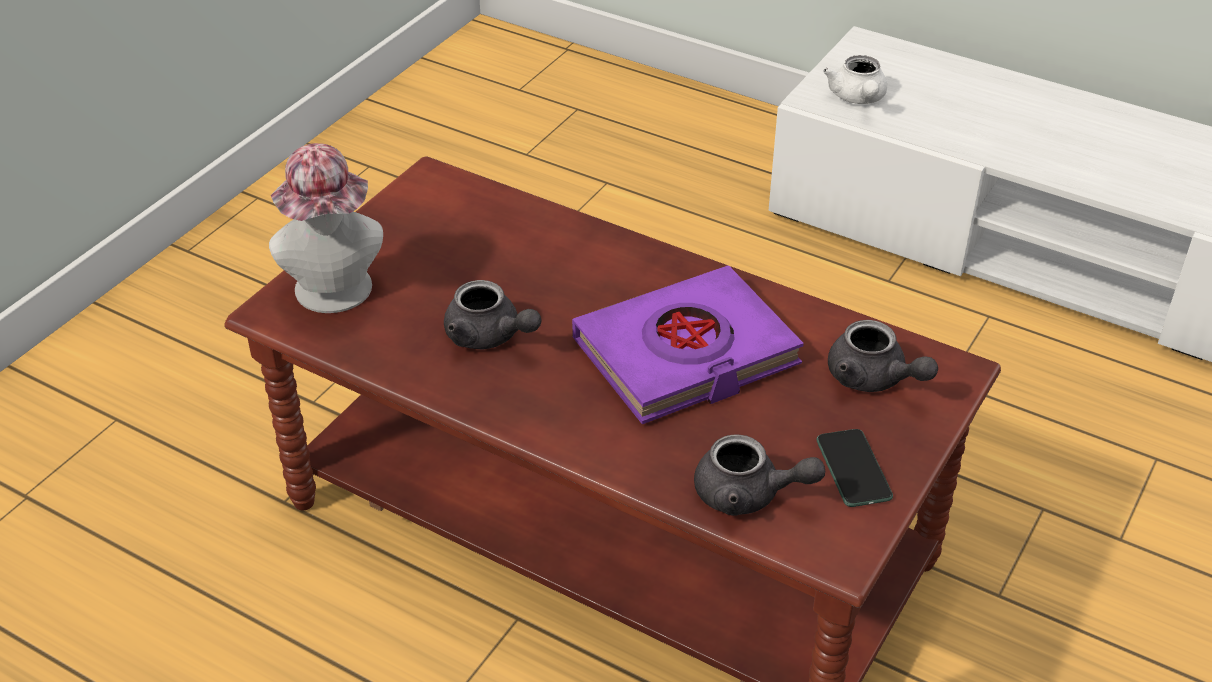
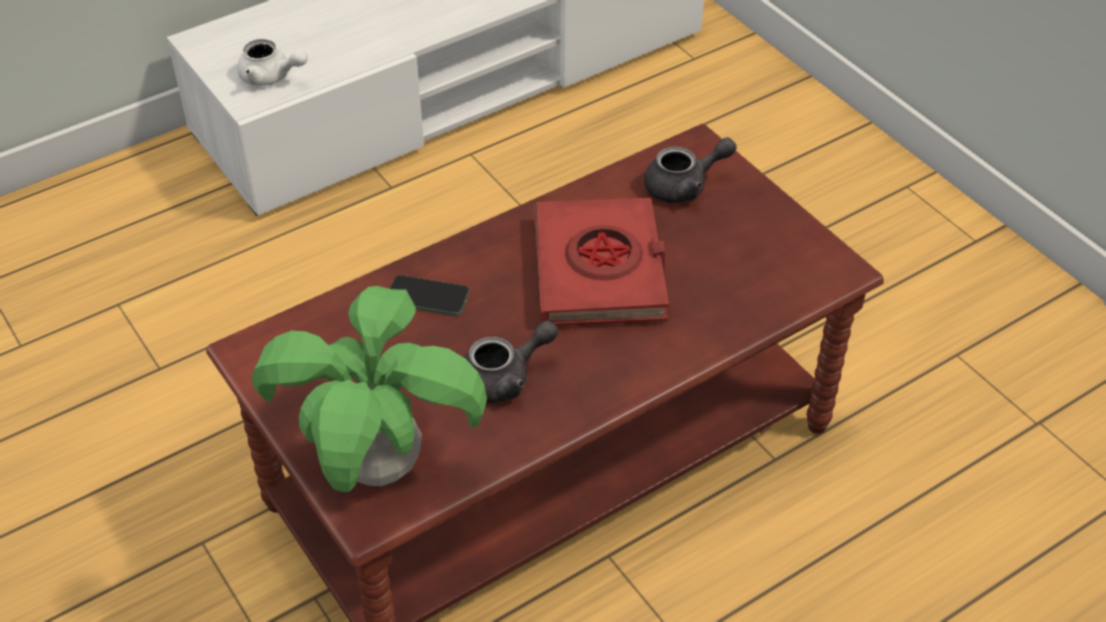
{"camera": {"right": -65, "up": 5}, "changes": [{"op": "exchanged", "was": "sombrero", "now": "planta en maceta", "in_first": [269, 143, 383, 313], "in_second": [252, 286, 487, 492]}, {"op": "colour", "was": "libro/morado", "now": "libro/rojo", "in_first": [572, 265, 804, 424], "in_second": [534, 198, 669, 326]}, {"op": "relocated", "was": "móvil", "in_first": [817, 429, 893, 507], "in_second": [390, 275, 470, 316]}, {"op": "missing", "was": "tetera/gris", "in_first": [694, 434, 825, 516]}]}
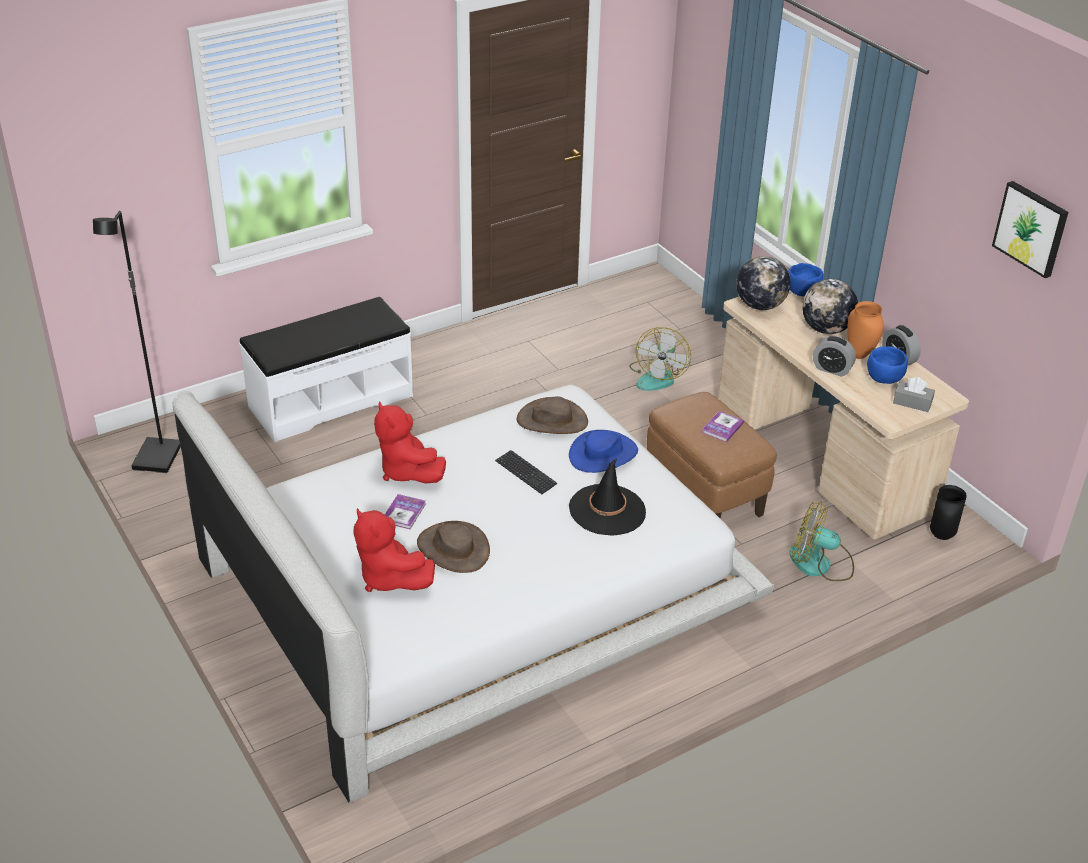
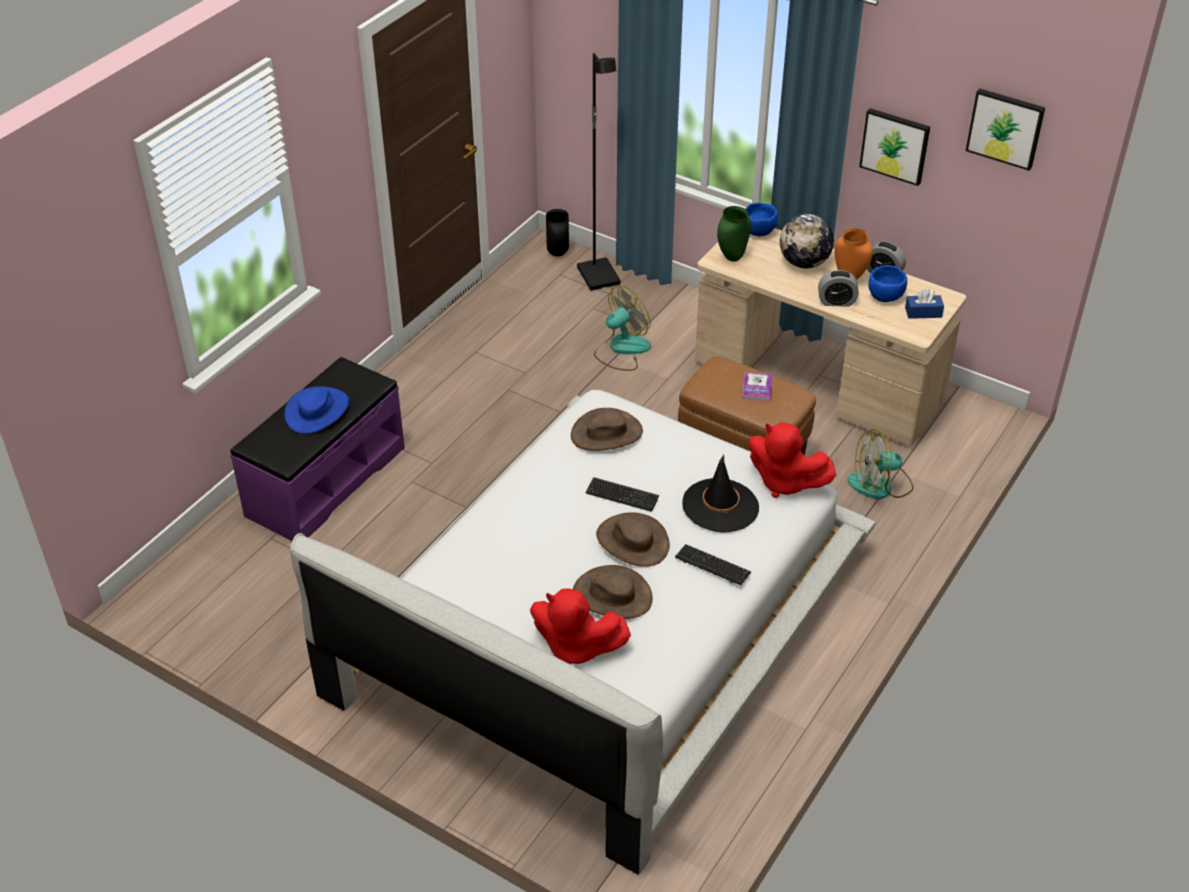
{"camera": {"right": -25, "up": 5}, "changes": [{"op": "relocated", "was": "lámpara de pie/negro", "in_first": [93, 211, 180, 473], "in_second": [577, 53, 621, 291]}, {"op": "exchanged", "was": "globo terráqueo", "now": "florero/verde", "in_first": [736, 256, 791, 310], "in_second": [717, 206, 751, 262]}, {"op": "colour", "was": "banco/blanco", "now": "banco/morado", "in_first": [239, 297, 413, 442], "in_second": [230, 357, 405, 541]}, {"op": "spun", "was": "ventilador", "in_first": [630, 327, 691, 391], "in_second": [594, 286, 651, 371], "clockwise": -120}, {"op": "colour", "was": "caja de pañuelos/gris", "now": "caja de pañuelos/azul", "in_first": [893, 377, 935, 412], "in_second": [905, 288, 944, 319]}, {"op": "relocated", "was": "peluche/rojo", "in_first": [374, 401, 446, 484], "in_second": [748, 423, 836, 498]}, {"op": "relocated", "was": "sombrero/azul", "in_first": [569, 430, 638, 473], "in_second": [285, 386, 349, 434]}, {"op": "relocated", "was": "florero/negro", "in_first": [930, 485, 967, 540], "in_second": [546, 209, 569, 256]}, {"op": "missing", "was": "libro", "in_first": [385, 494, 426, 529]}, {"op": "appeared", "now": "cuadro", "in_second": [859, 108, 930, 186]}, {"op": "appeared", "now": "sombrero/marrón", "in_second": [596, 512, 670, 567]}, {"op": "appeared", "now": "teclado", "in_second": [675, 544, 751, 585]}]}
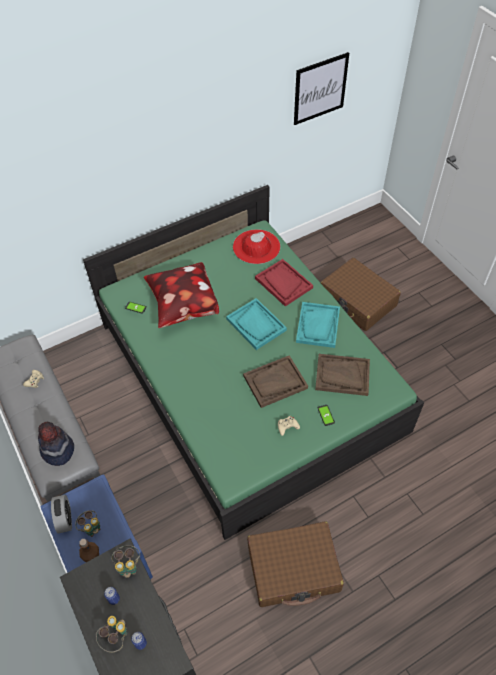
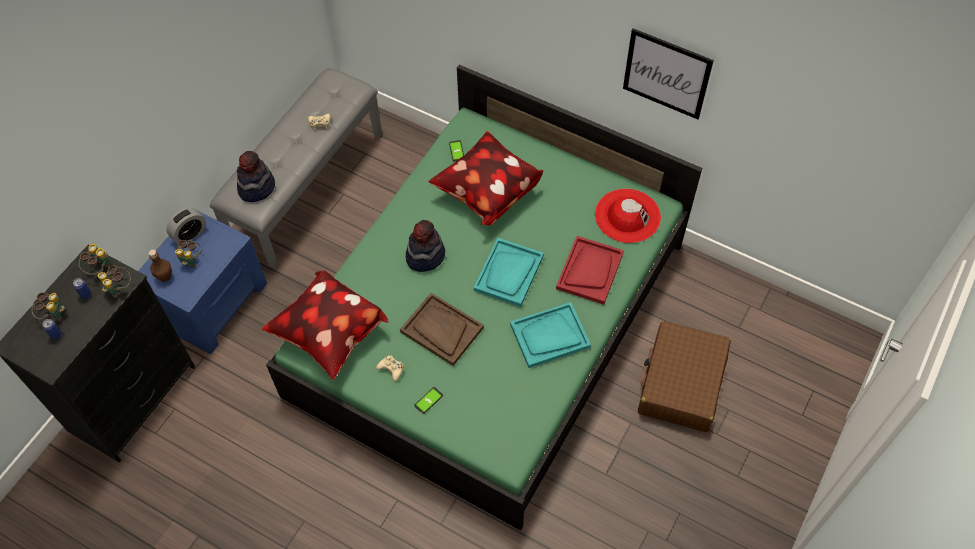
{"camera": {"right": 60, "up": 5}, "changes": [{"op": "relocated", "was": "cuadro", "in_first": [294, 52, 349, 125], "in_second": [623, 28, 714, 119]}, {"op": "missing", "was": "bandeja/marrón", "in_first": [315, 354, 370, 396]}, {"op": "missing", "was": "maleta/marrón", "in_first": [247, 521, 344, 607]}, {"op": "appeared", "now": "sombrero", "in_second": [406, 220, 445, 272]}, {"op": "appeared", "now": "prismáticos", "in_second": [79, 244, 111, 275]}, {"op": "appeared", "now": "cojín", "in_second": [262, 270, 389, 380]}]}
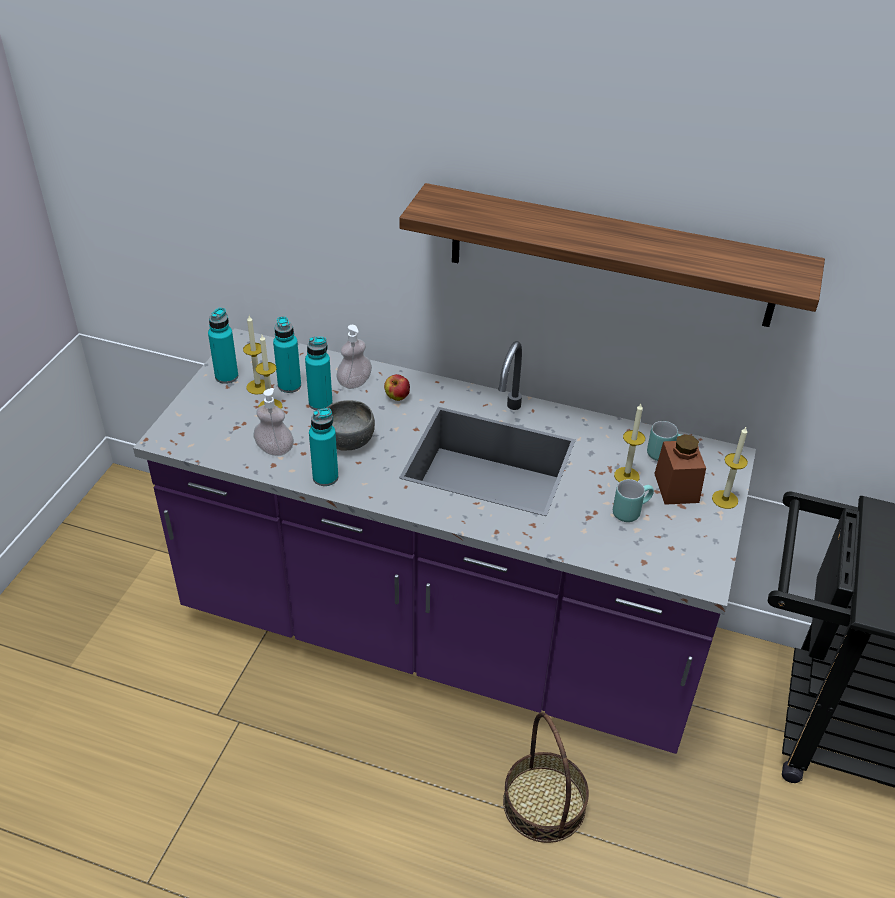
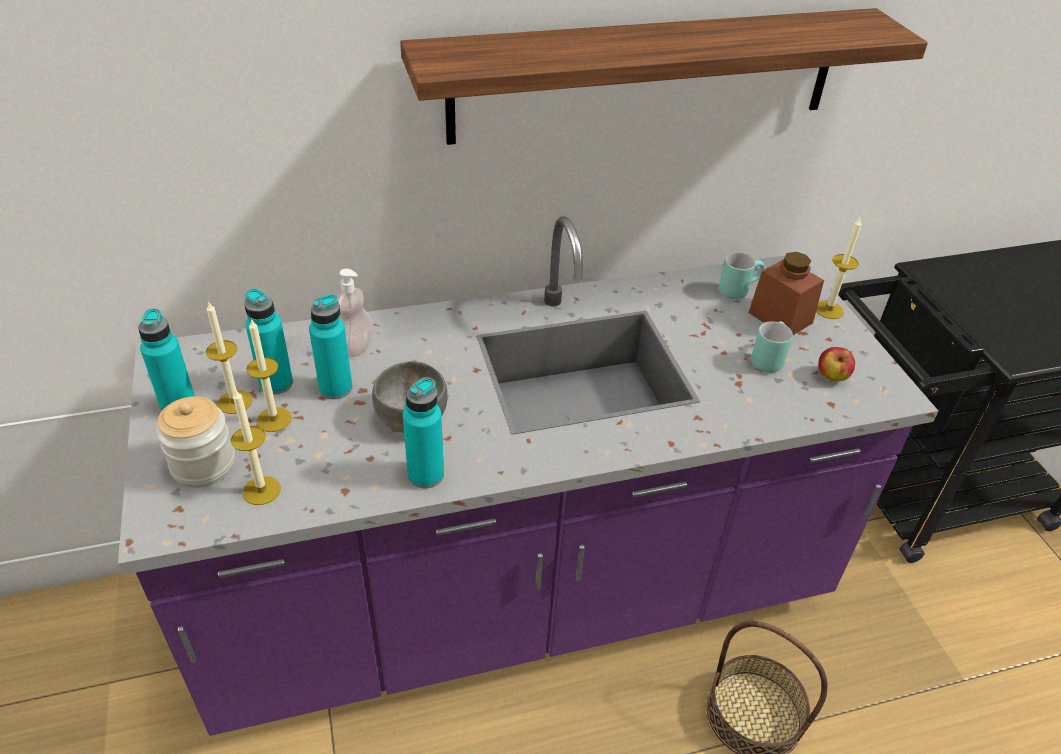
{"camera": {"right": -35, "up": 0}, "changes": [{"op": "relocated", "was": "manzana", "in_first": [384, 374, 410, 401], "in_second": [818, 347, 855, 381]}, {"op": "missing", "was": "dispensador de jabón", "in_first": [253, 388, 294, 456]}, {"op": "relocated", "was": "vela", "in_first": [614, 404, 645, 482], "in_second": [231, 388, 281, 505]}, {"op": "appeared", "now": "tarro", "in_second": [156, 396, 235, 488]}]}
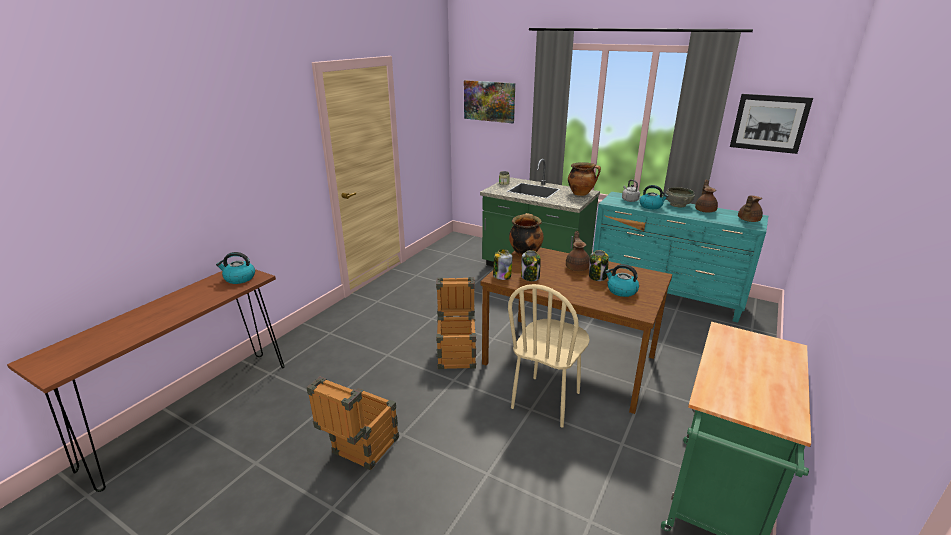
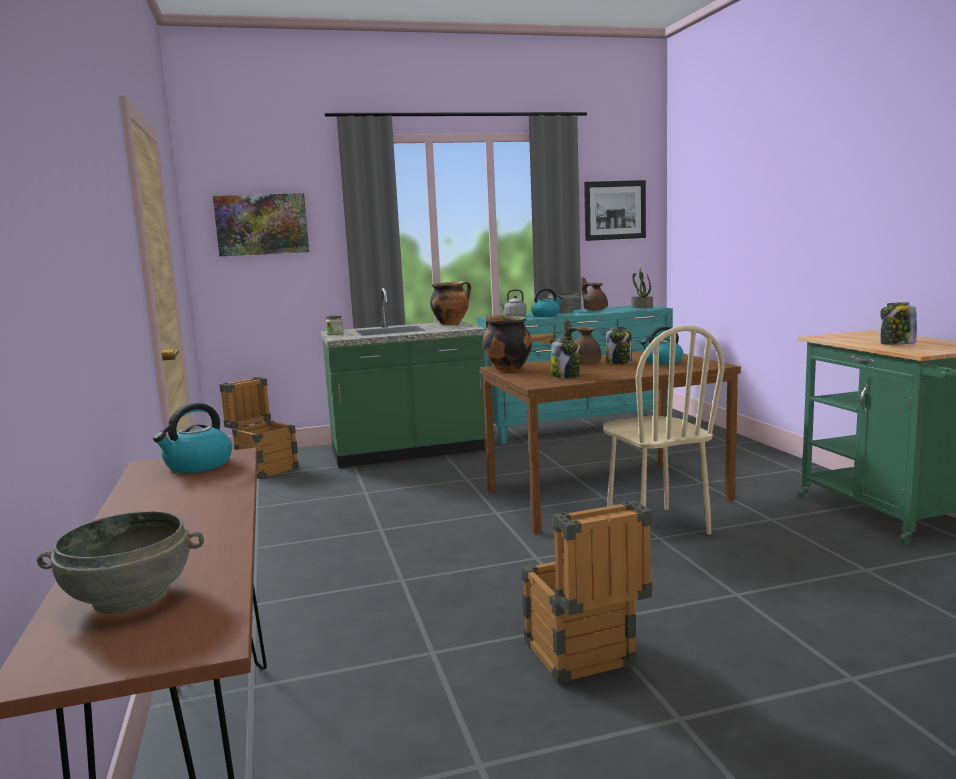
{"camera": {"right": -45, "up": -15}, "changes": [{"op": "exchanged", "was": "tetera/marrón", "now": "planta en maceta", "in_first": [738, 195, 763, 222], "in_second": [631, 268, 653, 308]}, {"op": "relocated", "was": "tarro", "in_first": [493, 249, 513, 280], "in_second": [880, 302, 917, 344]}, {"op": "relocated", "was": "caja de embalaje", "in_first": [436, 277, 477, 369], "in_second": [219, 377, 299, 479]}, {"op": "appeared", "now": "cuenco/gris", "in_second": [37, 511, 204, 614]}]}
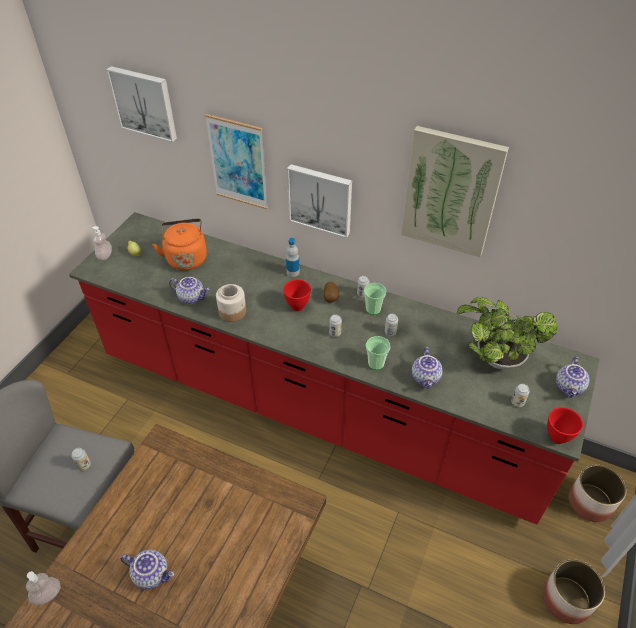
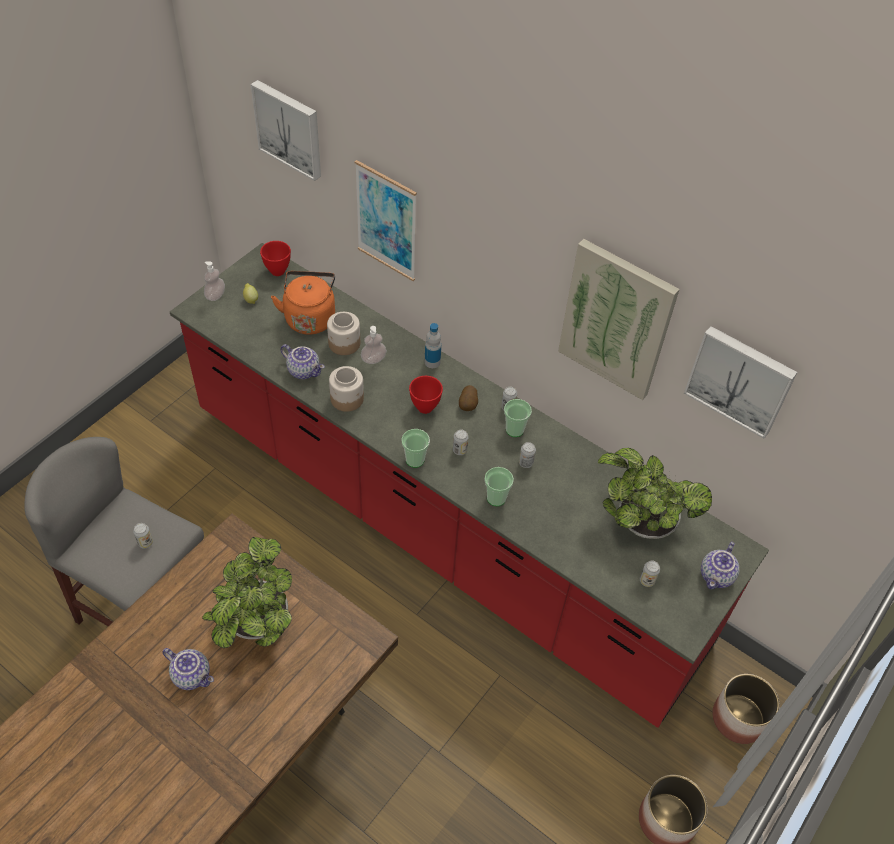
{"camera": {"right": 10, "up": 5}, "changes": [{"op": "relocated", "was": "cuadro", "in_first": [287, 164, 352, 238], "in_second": [684, 326, 797, 439]}, {"op": "missing", "was": "tetera", "in_first": [412, 347, 443, 389]}, {"op": "relocated", "was": "cuenco/rojo", "in_first": [547, 407, 583, 444], "in_second": [260, 241, 291, 276]}, {"op": "relocated", "was": "dispensador de jabón", "in_first": [26, 571, 61, 605], "in_second": [361, 326, 387, 364]}, {"op": "appeared", "now": "tarro", "in_second": [327, 312, 360, 355]}, {"op": "appeared", "now": "taza", "in_second": [401, 429, 430, 468]}, {"op": "appeared", "now": "planta en maceta", "in_second": [202, 537, 292, 648]}]}
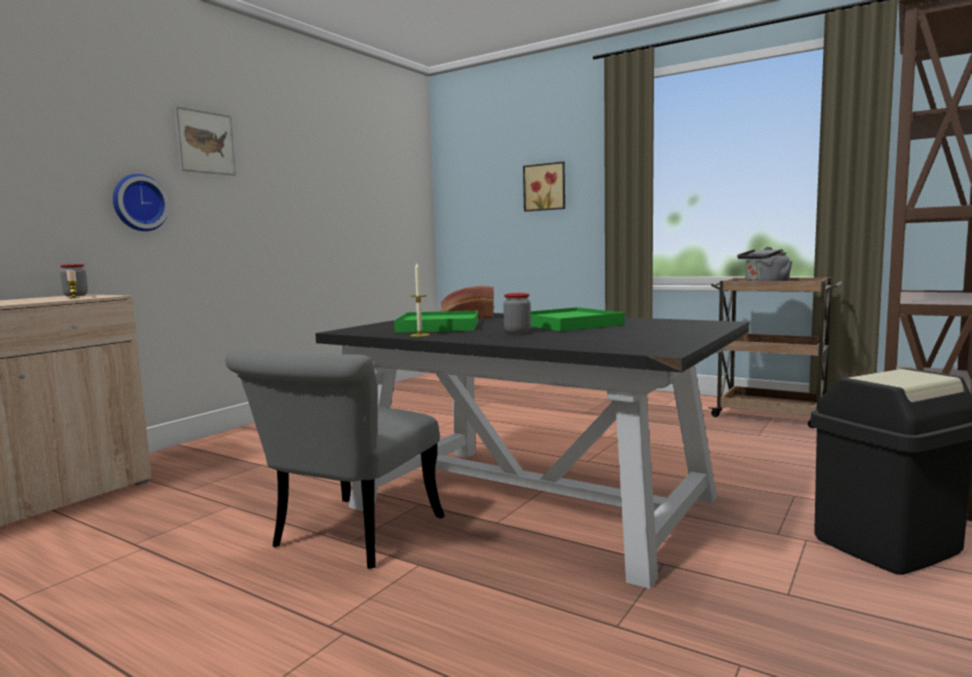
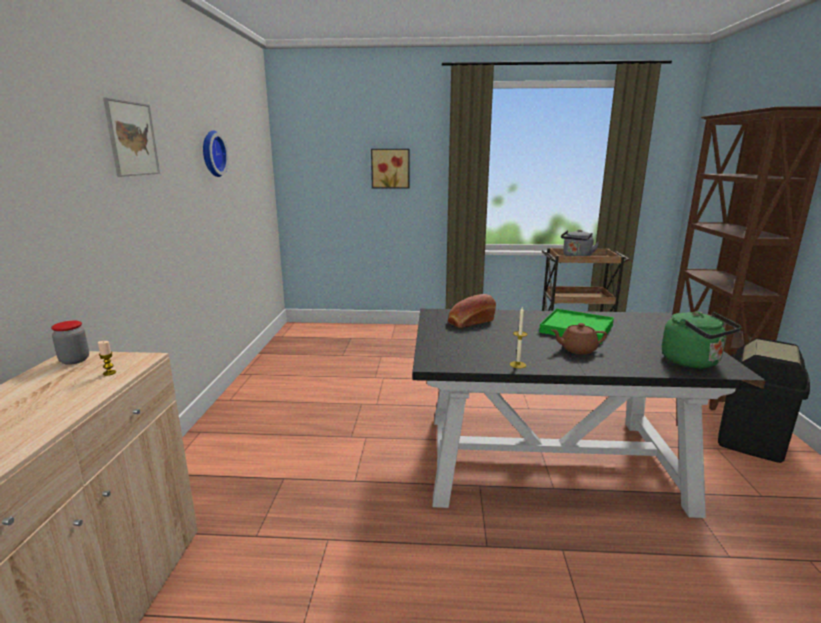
{"camera": {"right": -30, "up": 10}, "changes": [{"op": "relocated", "was": "reloj de pared", "in_first": [113, 174, 169, 231], "in_second": [203, 131, 229, 177]}, {"op": "exchanged", "was": "tarro", "now": "tetera/marrón", "in_first": [503, 293, 531, 334], "in_second": [551, 323, 607, 354]}, {"op": "missing", "was": "bandeja/verde", "in_first": [394, 311, 478, 333]}, {"op": "missing", "was": "silla/gris", "in_first": [225, 349, 445, 569]}, {"op": "appeared", "now": "hervidor/verde", "in_second": [662, 311, 741, 368]}]}
